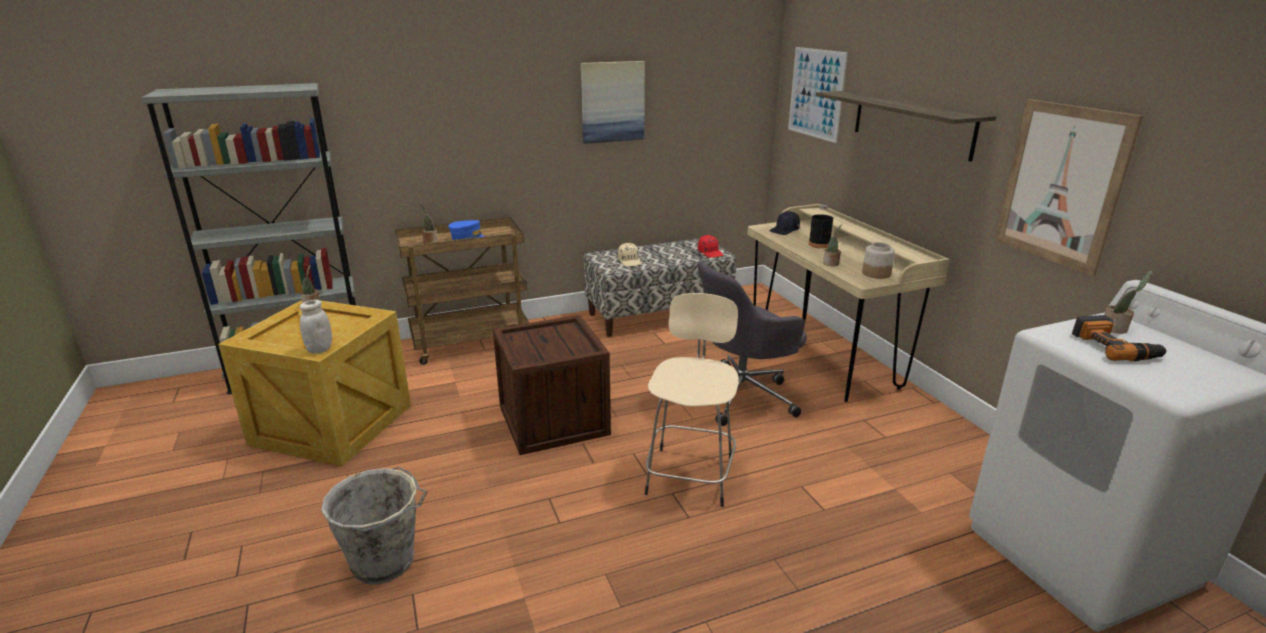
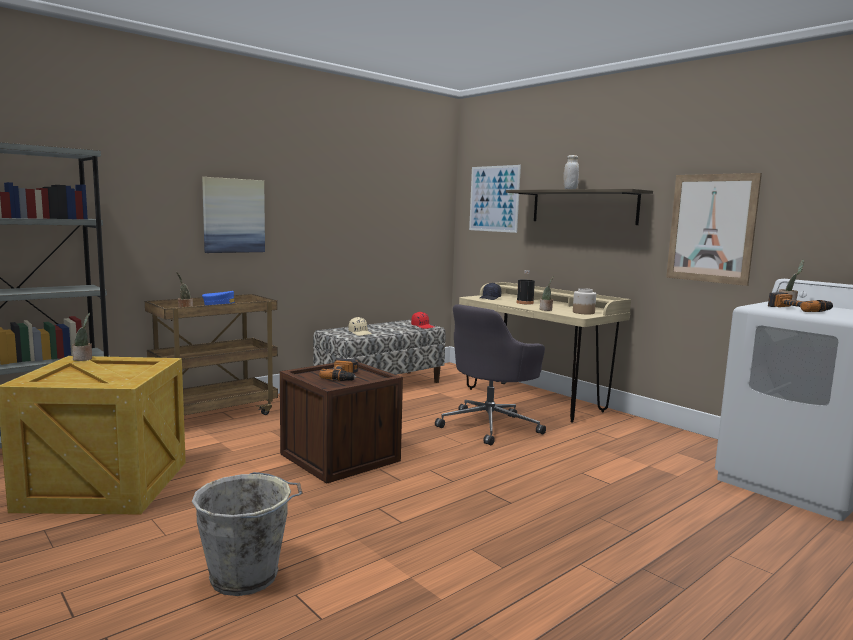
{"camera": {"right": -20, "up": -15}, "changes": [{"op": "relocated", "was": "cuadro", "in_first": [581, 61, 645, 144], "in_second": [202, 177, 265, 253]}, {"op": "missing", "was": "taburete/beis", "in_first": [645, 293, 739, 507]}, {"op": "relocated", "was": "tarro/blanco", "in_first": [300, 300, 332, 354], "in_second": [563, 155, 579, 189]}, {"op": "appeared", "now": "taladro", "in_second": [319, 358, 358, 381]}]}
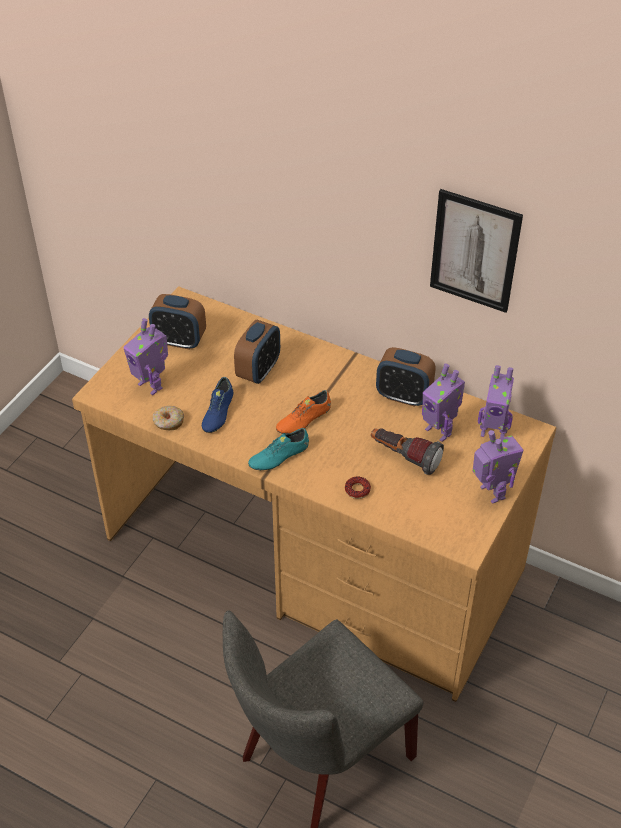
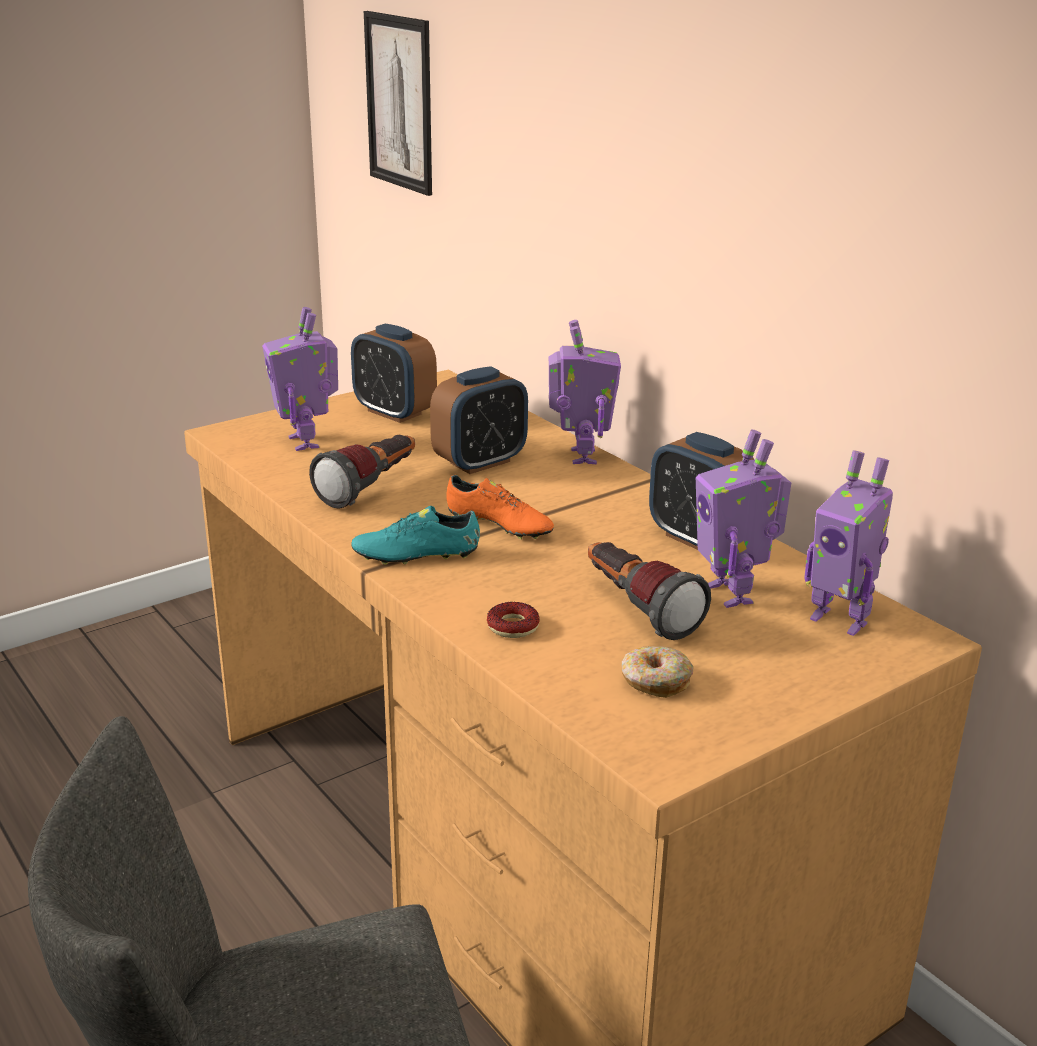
{"camera": {"right": 25, "up": -20}, "changes": [{"op": "relocated", "was": "cuadro", "in_first": [430, 189, 523, 313], "in_second": [364, 11, 432, 196]}, {"op": "exchanged", "was": "zapato/azul", "now": "linterna", "in_first": [202, 377, 233, 433], "in_second": [309, 435, 415, 509]}, {"op": "spun", "was": "zapato/naranja", "in_first": [276, 390, 331, 434], "in_second": [446, 475, 554, 539], "clockwise": -135}, {"op": "relocated", "was": "rosquilla", "in_first": [153, 406, 184, 430], "in_second": [621, 646, 693, 698]}, {"op": "relocated", "was": "robot de juguete", "in_first": [473, 430, 524, 504], "in_second": [549, 320, 621, 464]}]}
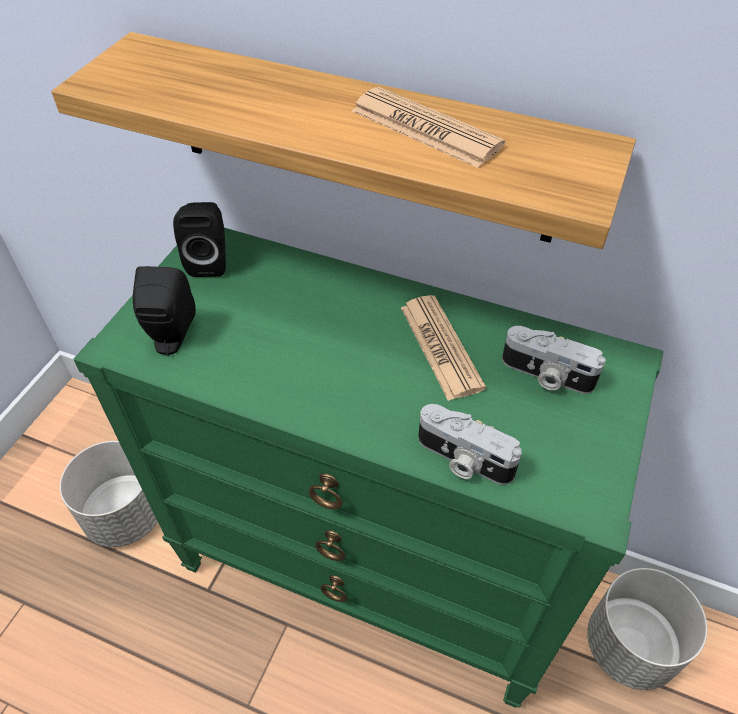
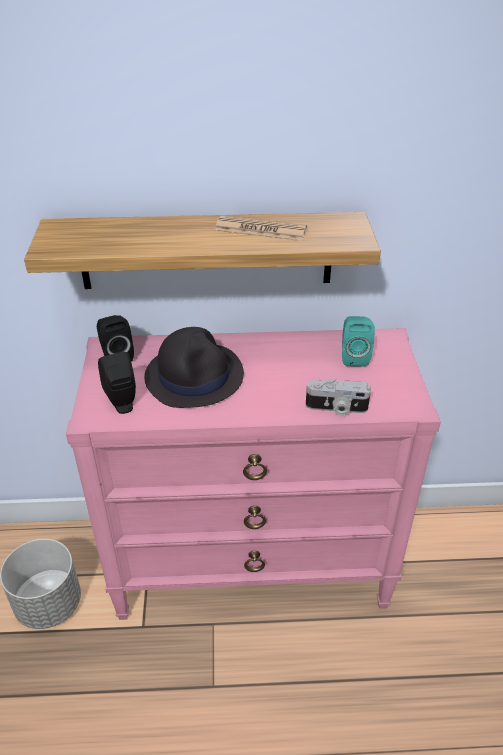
{"camera": {"right": -25, "up": -10}, "changes": [{"op": "colour", "was": "cómoda/verde", "now": "cómoda/rosa", "in_first": [73, 228, 664, 708], "in_second": [66, 328, 441, 620]}, {"op": "missing", "was": "periódico", "in_first": [401, 295, 486, 401]}, {"op": "exchanged", "was": "cámara", "now": "altavoz/turquesa", "in_first": [502, 326, 606, 394], "in_second": [342, 316, 375, 367]}, {"op": "missing", "was": "maceta/gris", "in_first": [587, 568, 707, 690]}, {"op": "appeared", "now": "sombrero/negro", "in_second": [144, 327, 244, 408]}]}
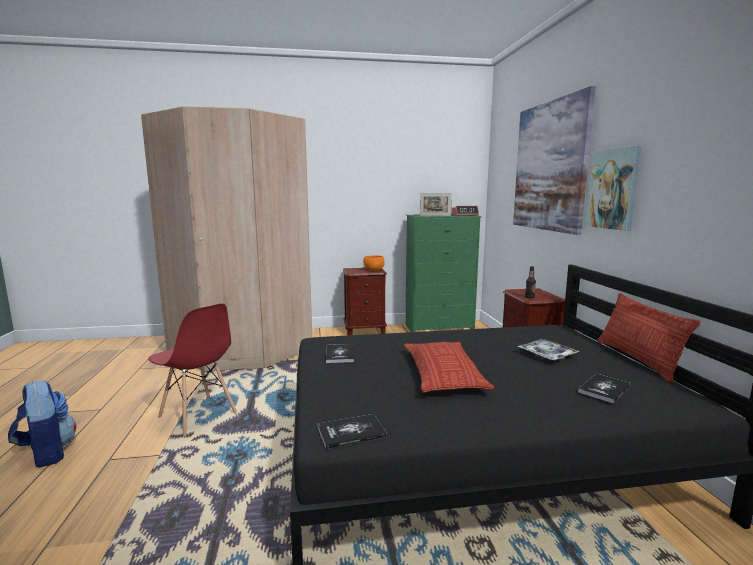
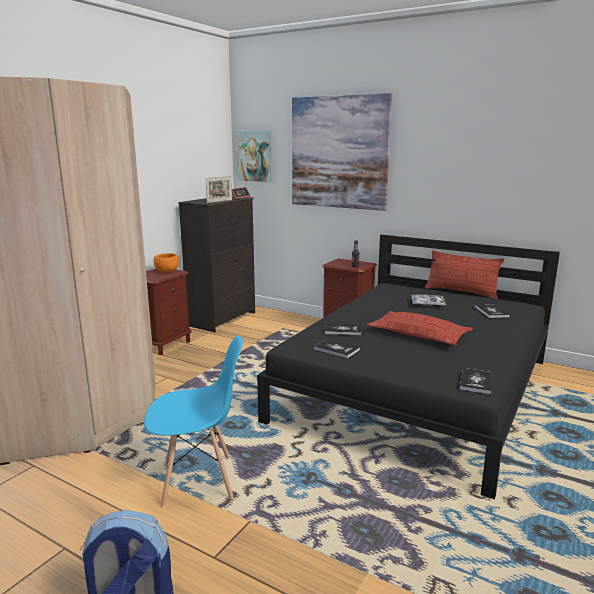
{"camera": {"right": -50, "up": 5}, "changes": [{"op": "relocated", "was": "cuadro", "in_first": [585, 146, 641, 231], "in_second": [236, 131, 271, 182]}, {"op": "colour", "was": "cómoda/verde", "now": "cómoda/negro", "in_first": [406, 215, 481, 332], "in_second": [178, 197, 255, 333]}, {"op": "colour", "was": "silla/rojo", "now": "silla/azul", "in_first": [148, 303, 237, 436], "in_second": [144, 335, 243, 507]}, {"op": "appeared", "now": "libro", "in_second": [325, 324, 361, 335]}]}
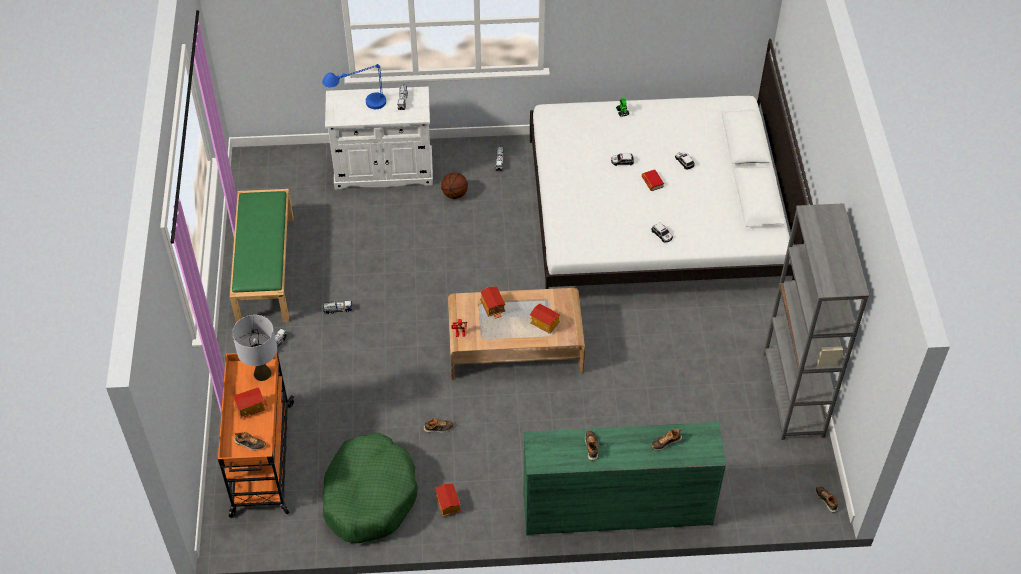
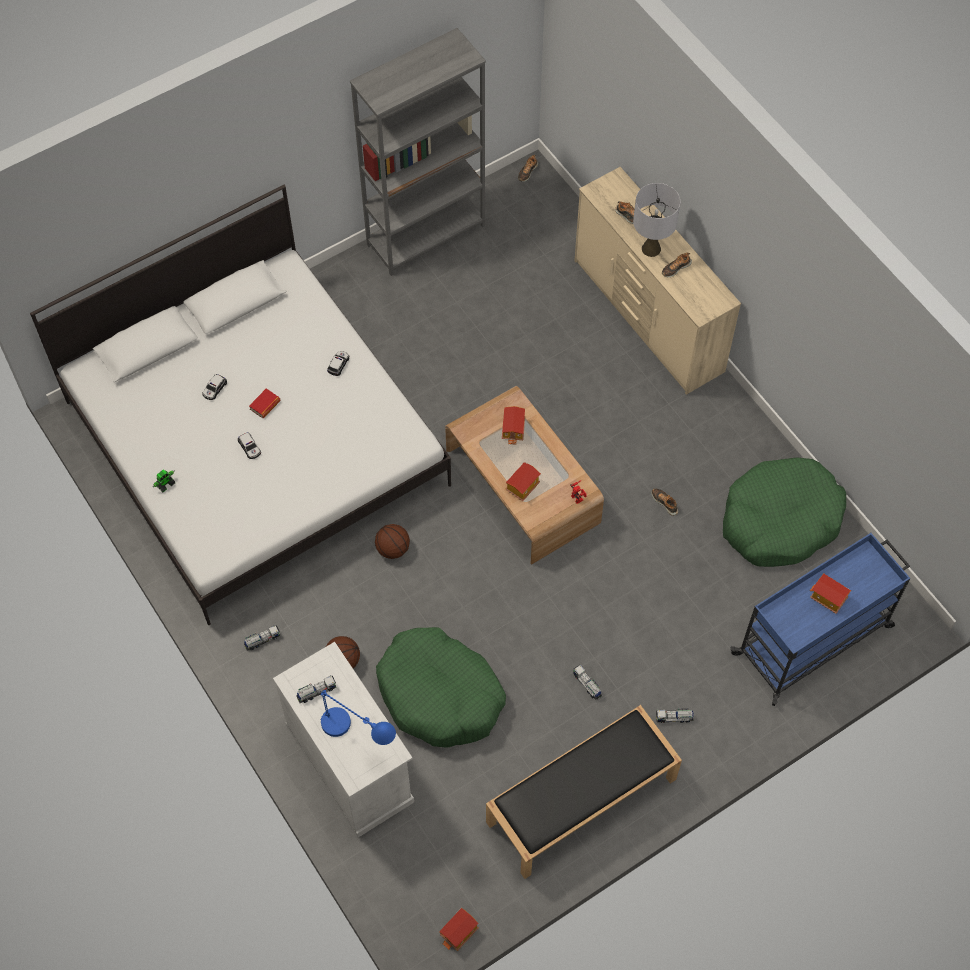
{"camera": {"right": -120, "up": 10}, "changes": [{"op": "colour", "was": "banco/verde", "now": "banco/negro", "in_first": [230, 189, 294, 323], "in_second": [486, 705, 682, 879]}, {"op": "relocated", "was": "lámpara de mesa/gris", "in_first": [232, 315, 277, 381], "in_second": [633, 183, 680, 257]}, {"op": "colour", "was": "carrito/naranja", "now": "carrito/azul", "in_first": [218, 352, 294, 518], "in_second": [731, 533, 910, 706]}, {"op": "colour", "was": "cómoda/verde", "now": "cómoda/beis", "in_first": [523, 422, 726, 536], "in_second": [574, 167, 741, 395]}, {"op": "missing", "was": "zapato", "in_first": [234, 432, 266, 451]}, {"op": "relocated", "was": "casita", "in_first": [435, 483, 461, 517], "in_second": [439, 908, 479, 951]}, {"op": "appeared", "now": "balón de baloncesto", "in_second": [375, 524, 410, 559]}, {"op": "appeared", "now": "cama para perro/verde", "in_second": [376, 627, 506, 748]}]}
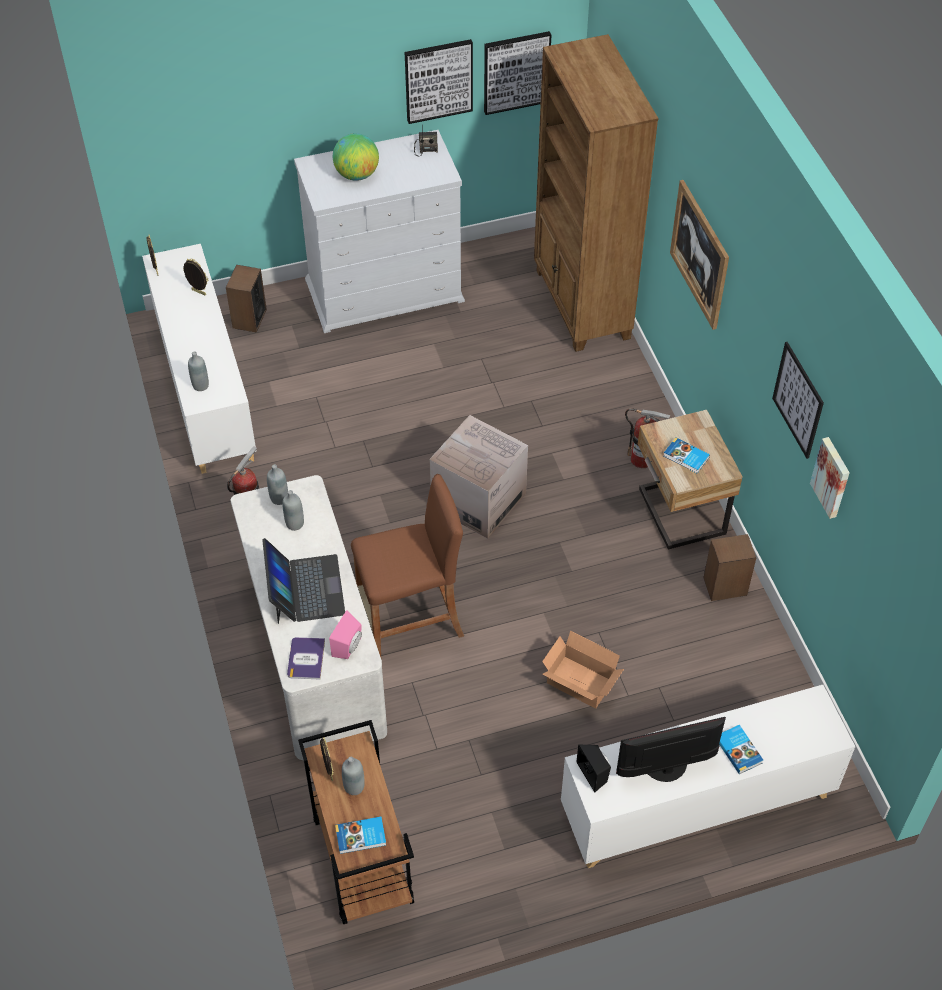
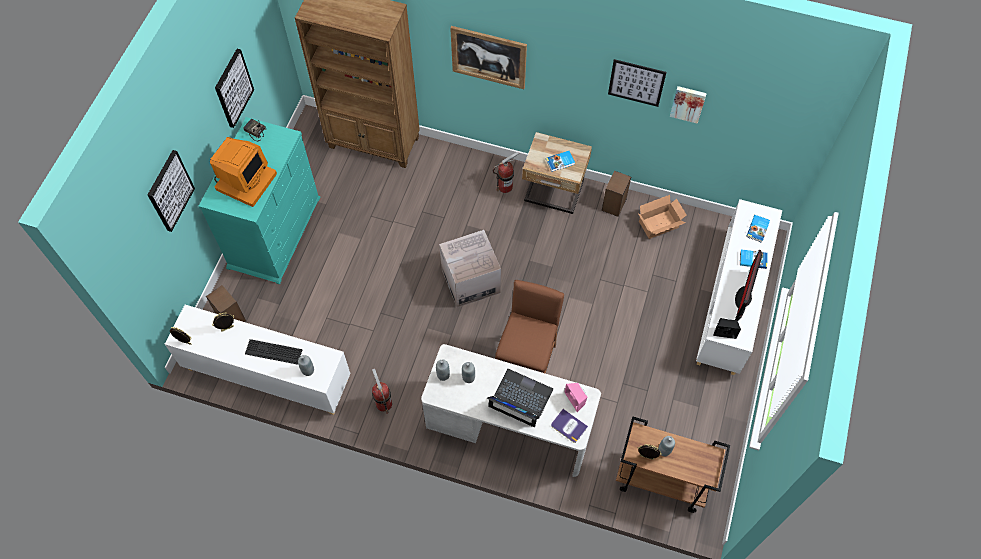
{"camera": {"right": -55, "up": 10}, "changes": [{"op": "relocated", "was": "cuadro", "in_first": [484, 31, 551, 115], "in_second": [148, 150, 195, 232]}, {"op": "colour", "was": "cómoda/blanco", "now": "cómoda/turquesa", "in_first": [294, 130, 465, 333], "in_second": [199, 117, 321, 285]}, {"op": "exchanged", "was": "globo terráqueo", "now": "monitor", "in_first": [333, 133, 379, 181], "in_second": [210, 137, 277, 207]}, {"op": "relocated", "was": "caja de cartón", "in_first": [542, 631, 624, 709], "in_second": [638, 195, 687, 239]}, {"op": "relocated", "was": "libro", "in_first": [335, 817, 386, 854], "in_second": [746, 215, 770, 243]}, {"op": "appeared", "now": "teclado", "in_second": [245, 339, 303, 365]}]}
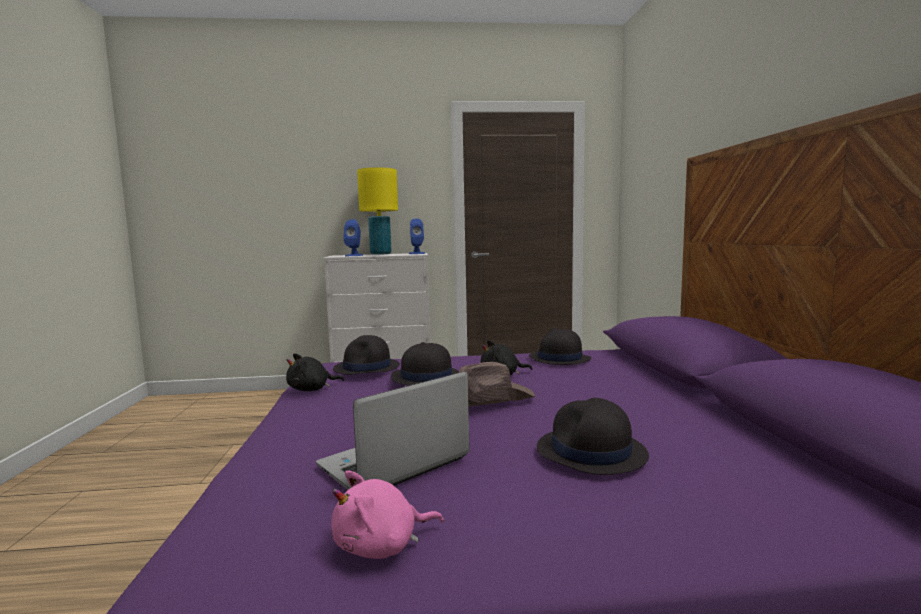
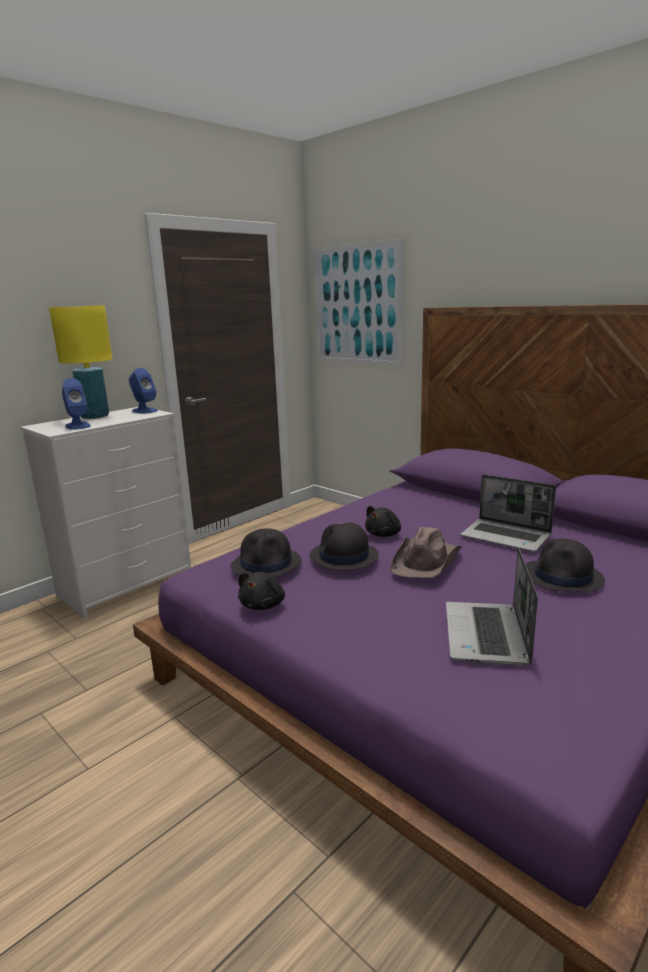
{"camera": {"right": -40, "up": 10}, "changes": [{"op": "missing", "was": "sombrero/negro", "in_first": [529, 329, 591, 365]}, {"op": "missing", "was": "peluche/rosa", "in_first": [331, 471, 444, 559]}, {"op": "appeared", "now": "cuadro", "in_second": [313, 238, 404, 367]}, {"op": "appeared", "now": "portátil", "in_second": [461, 474, 556, 552]}]}
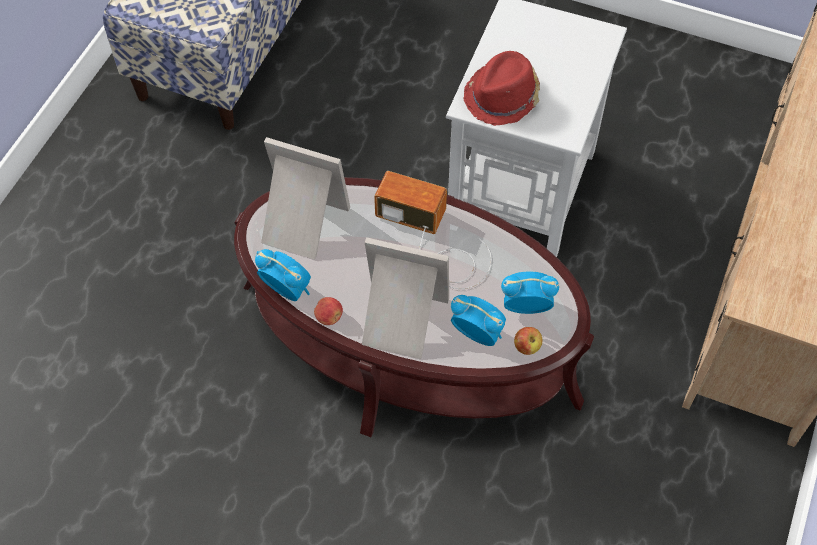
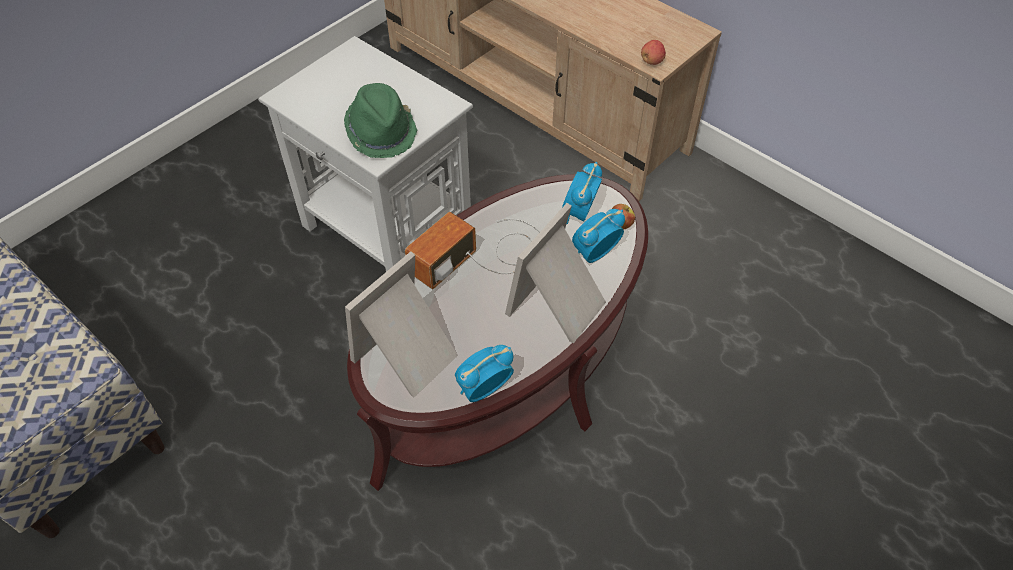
{"camera": {"right": -70, "up": -5}, "changes": [{"op": "colour", "was": "sombrero/rojo", "now": "sombrero/verde", "in_first": [464, 51, 540, 126], "in_second": [344, 83, 418, 158]}, {"op": "relocated", "was": "manzana", "in_first": [314, 297, 343, 325], "in_second": [641, 40, 666, 65]}]}
